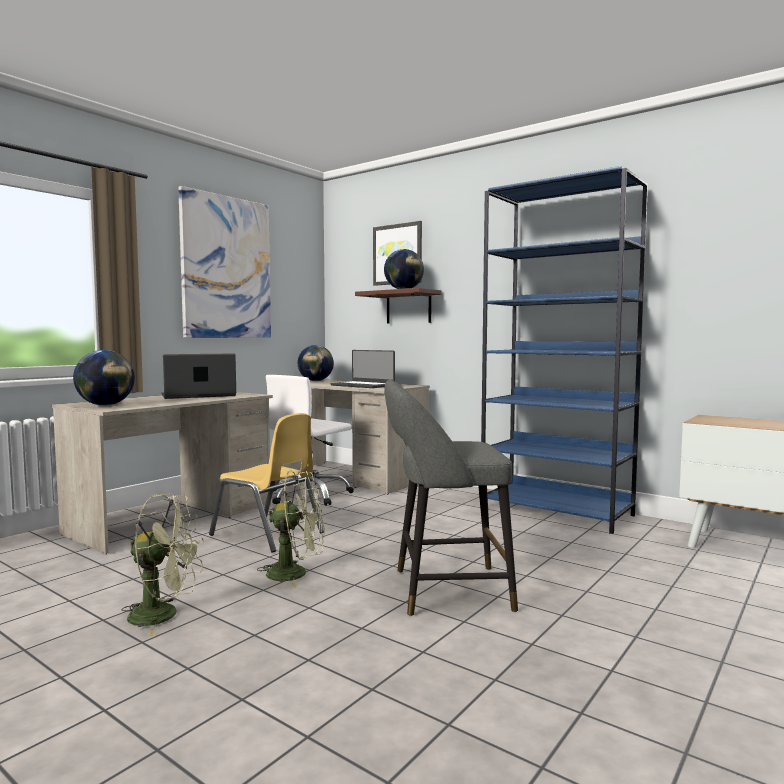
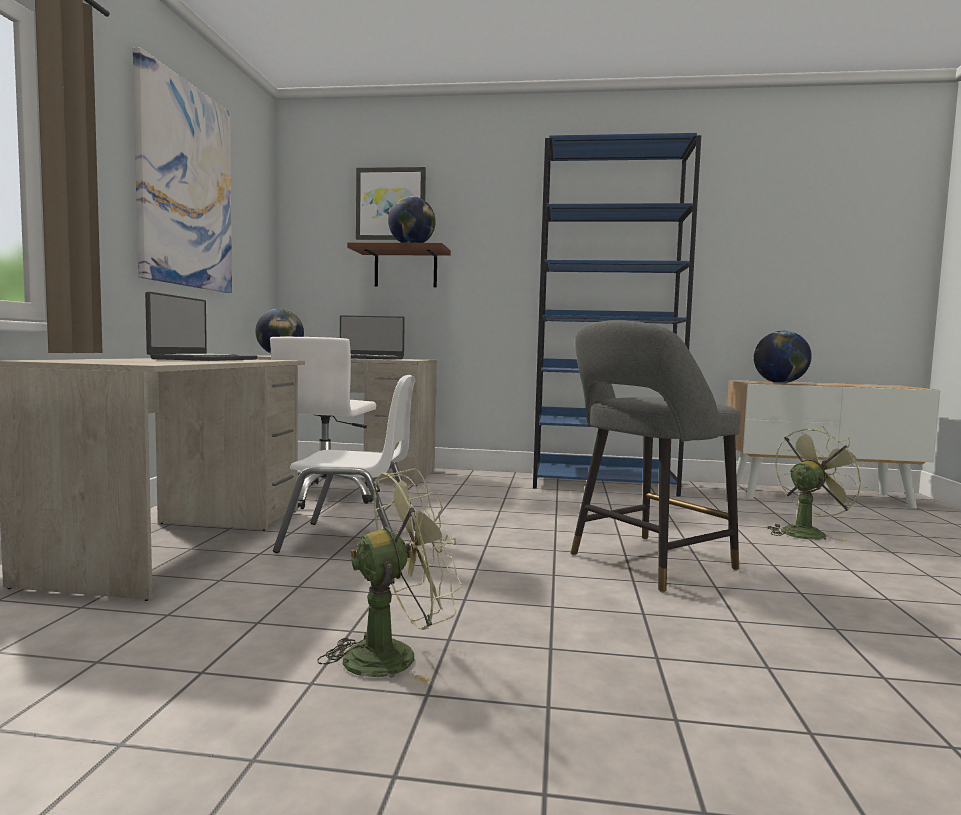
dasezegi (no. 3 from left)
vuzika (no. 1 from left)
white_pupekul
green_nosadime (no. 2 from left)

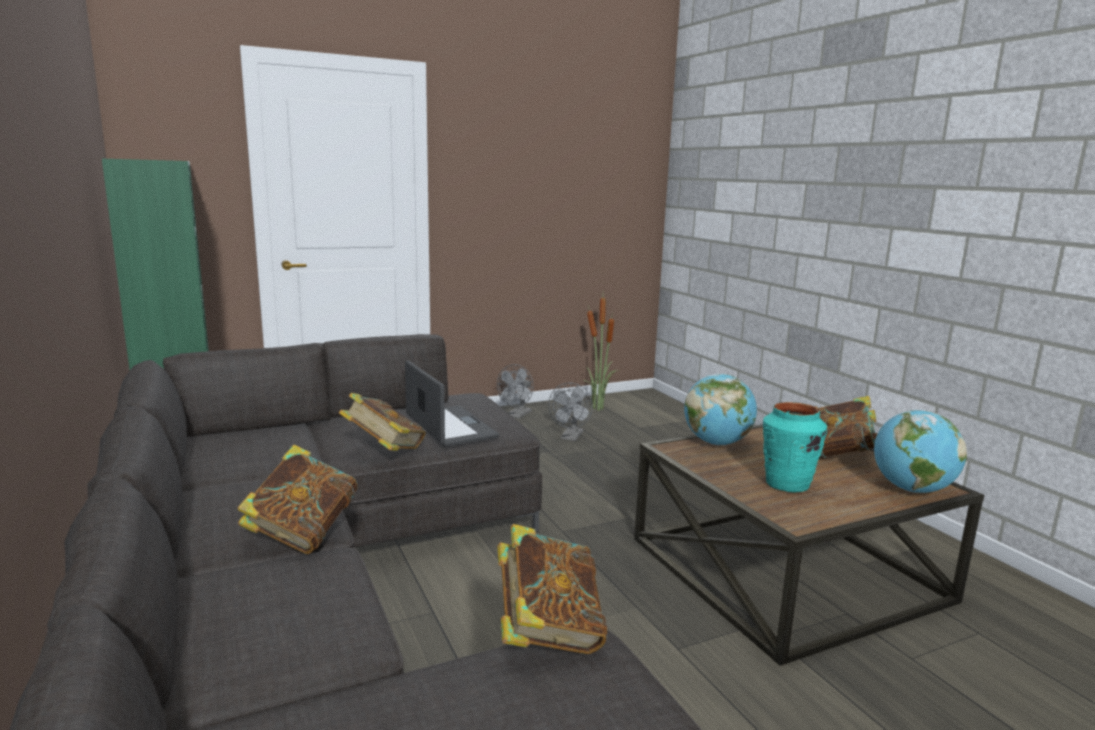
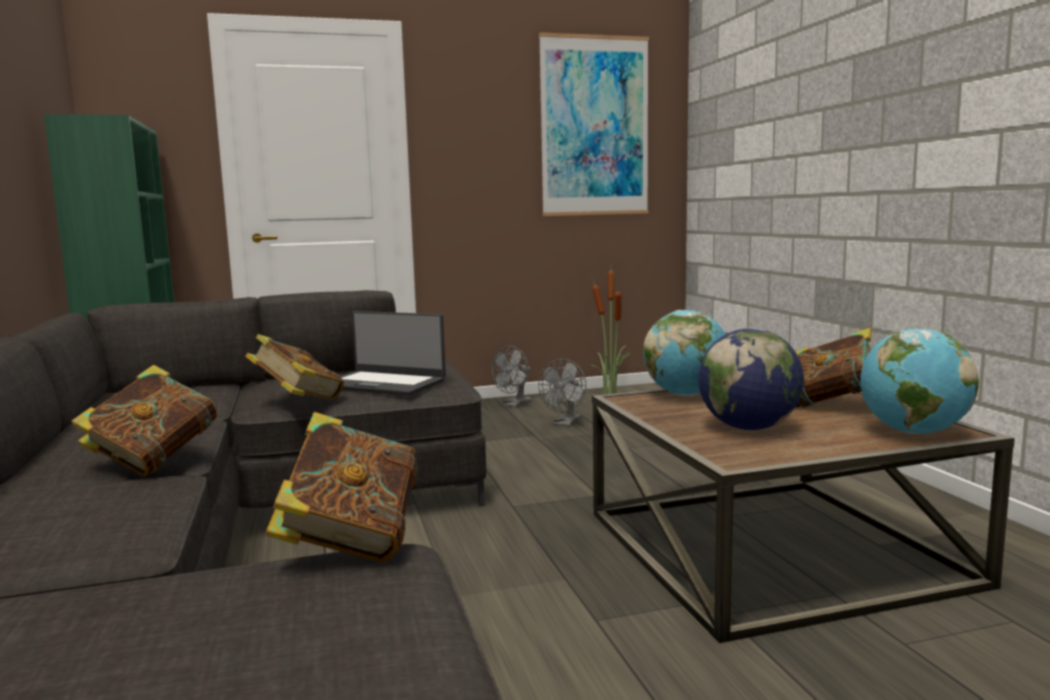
vuzika
dasezegi (no. 2 from left)
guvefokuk

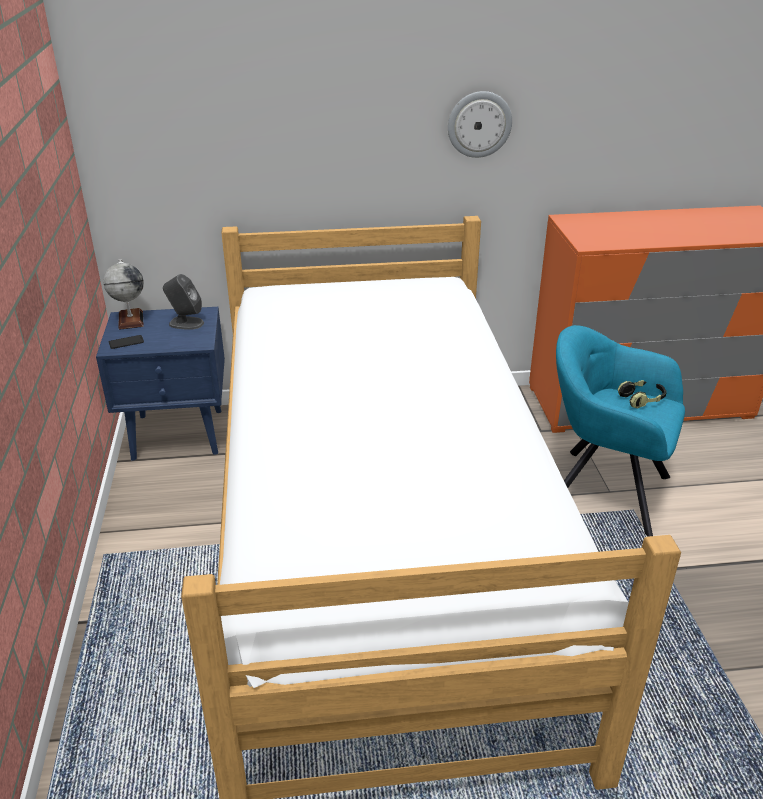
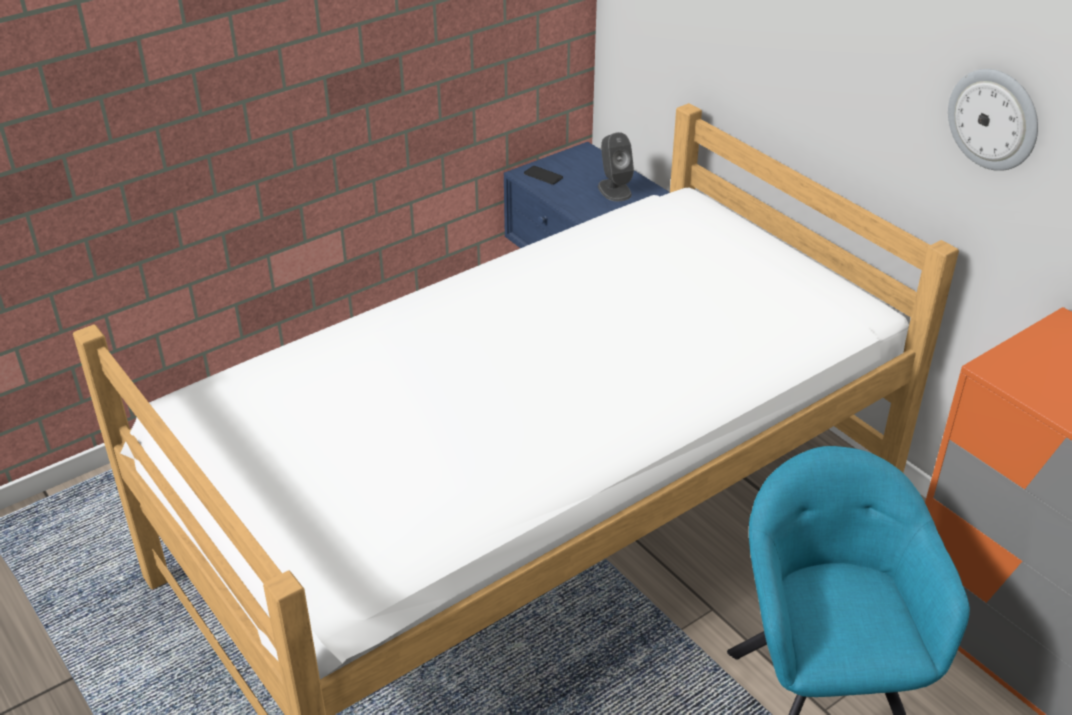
dasezegi
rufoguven

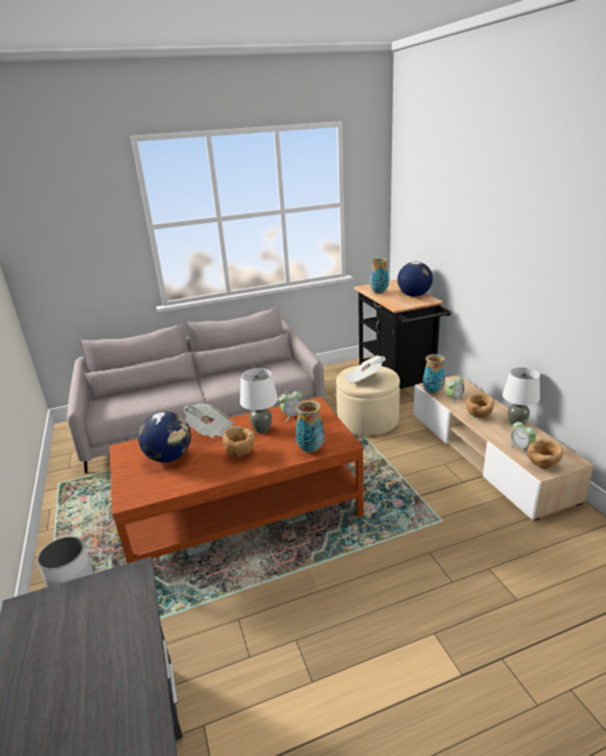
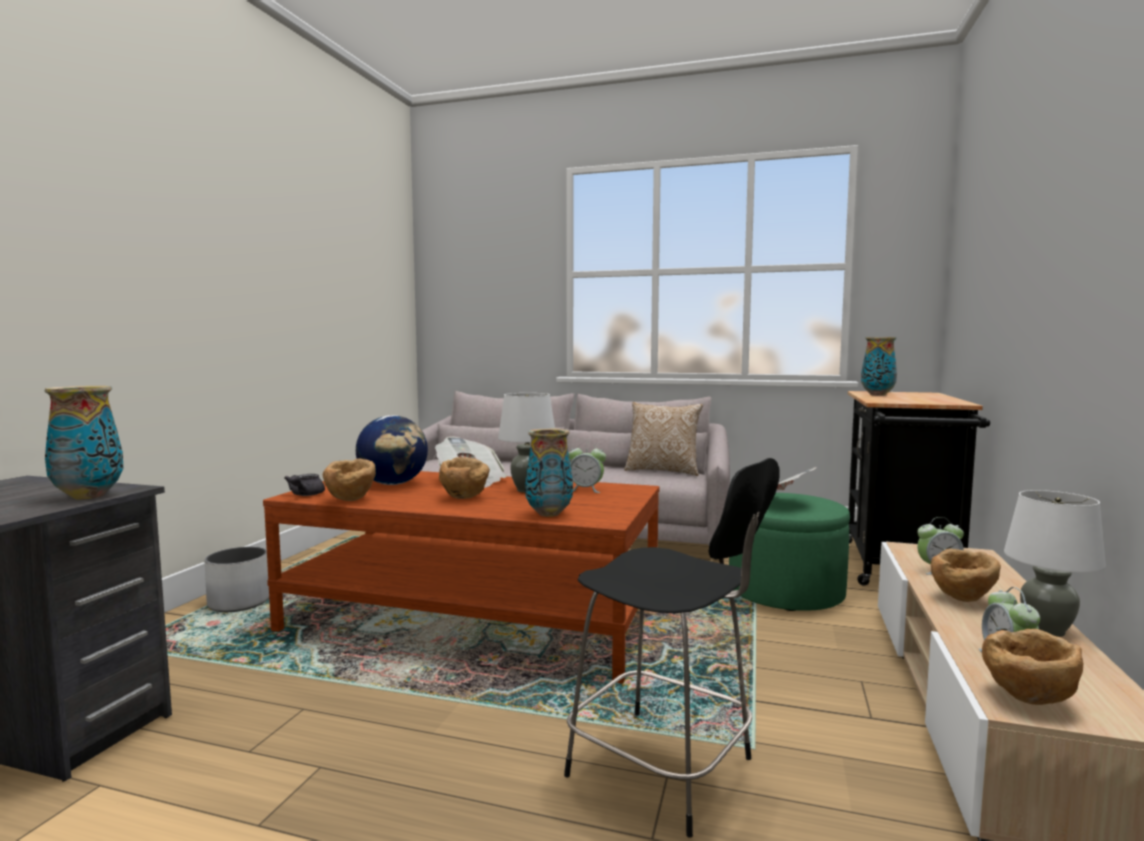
dasezegi (no. 2 from left in the first image)
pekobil (no. 1 from left)
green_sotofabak
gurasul
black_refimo
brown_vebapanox (no. 1 from left)
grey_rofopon

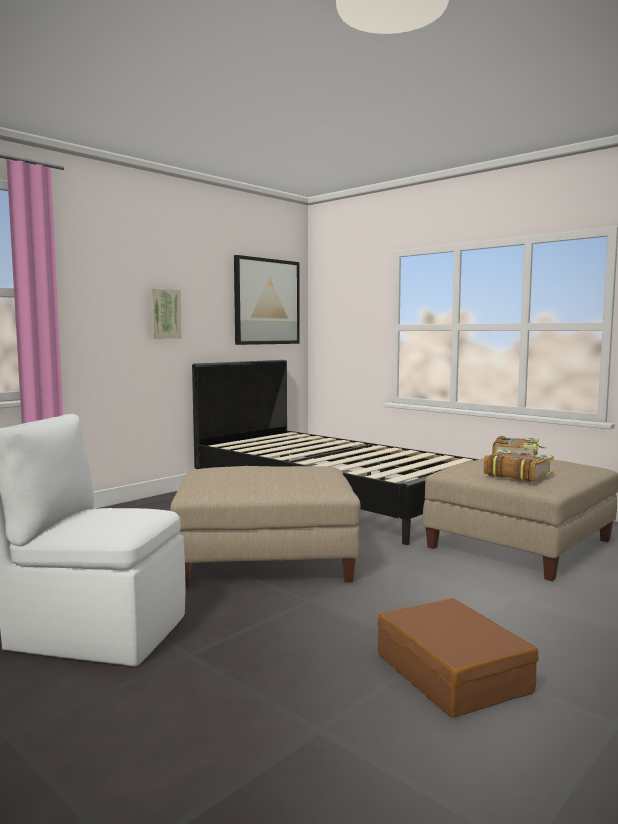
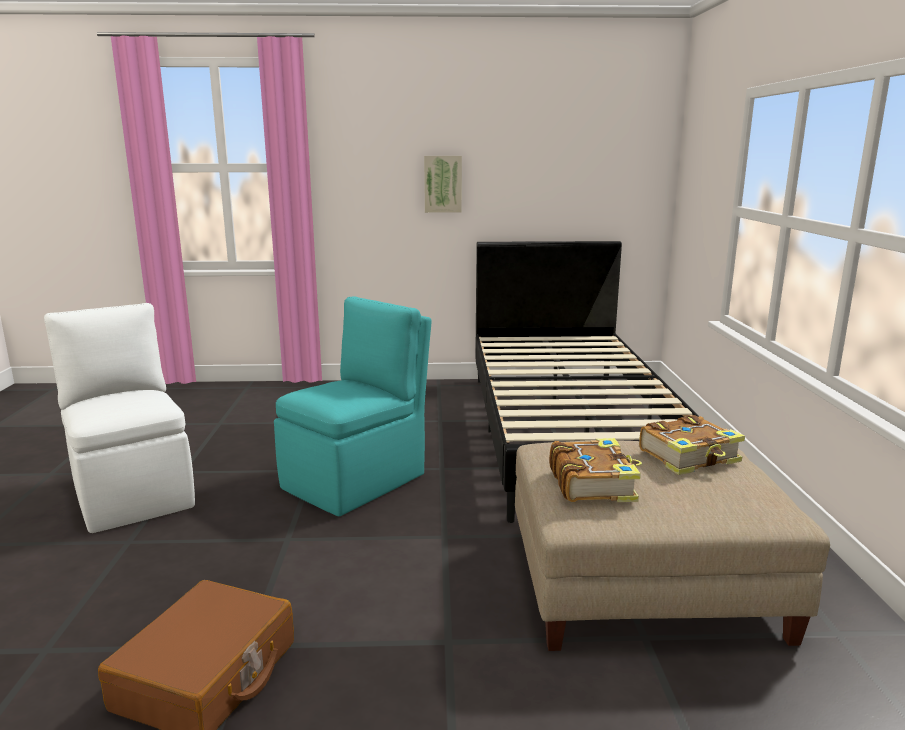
guvefokuk (no. 2 from left in the first image)
turquoise_pupekul

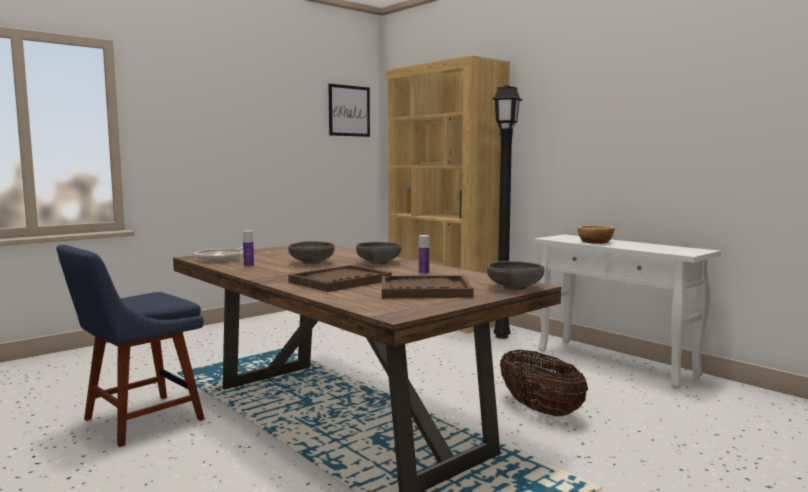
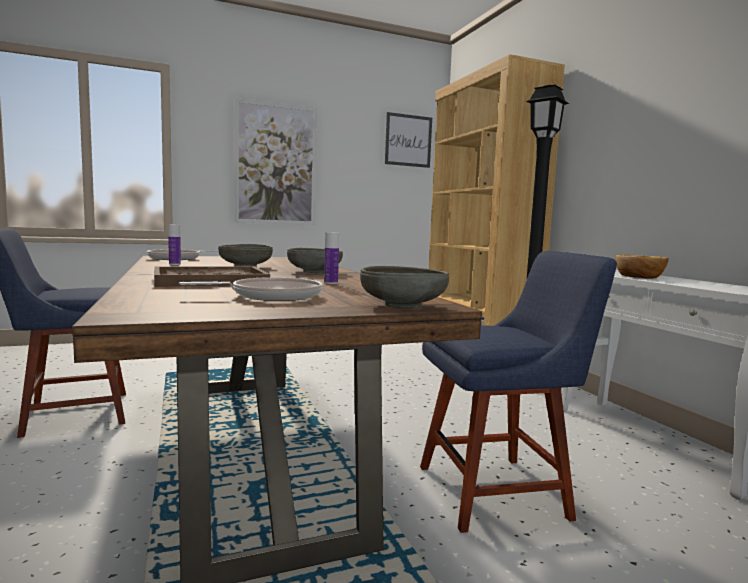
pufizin (no. 2 from left)
blue_pupekul (no. 2 from left)
guvefokuk (no. 1 from left)

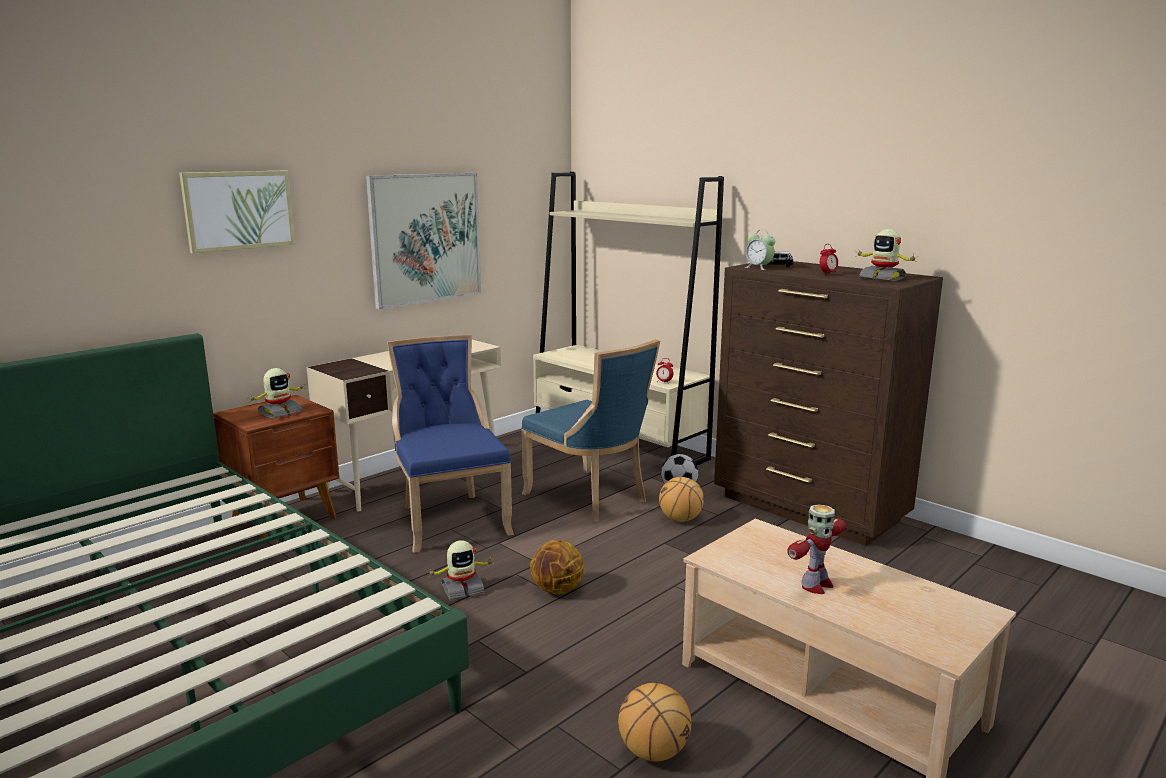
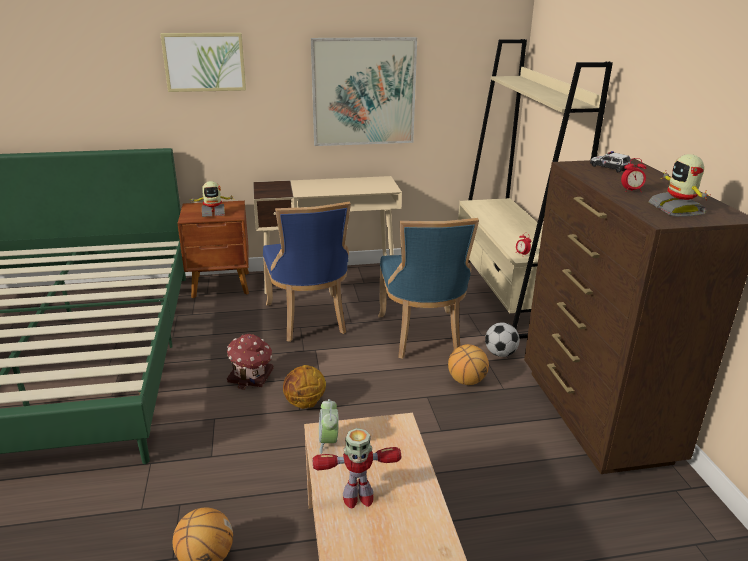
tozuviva (no. 1 from left)
blue_pupekul (no. 1 from left)
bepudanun

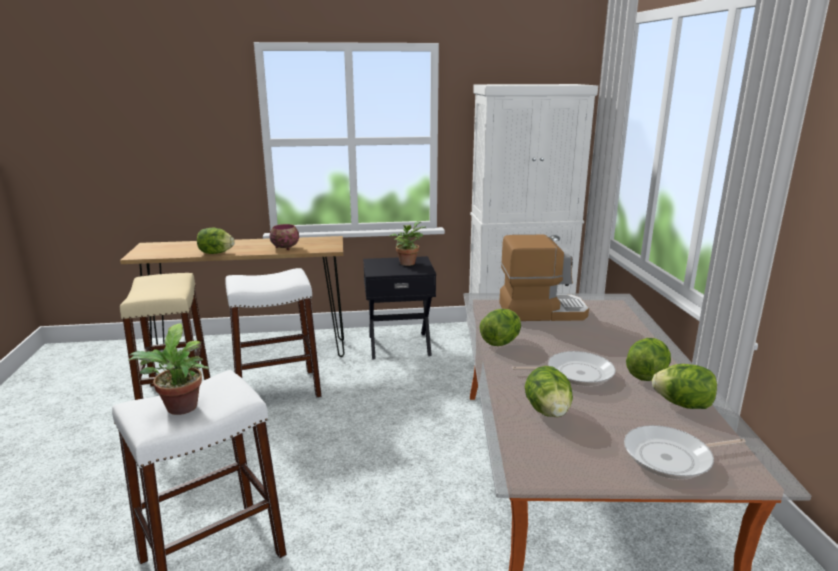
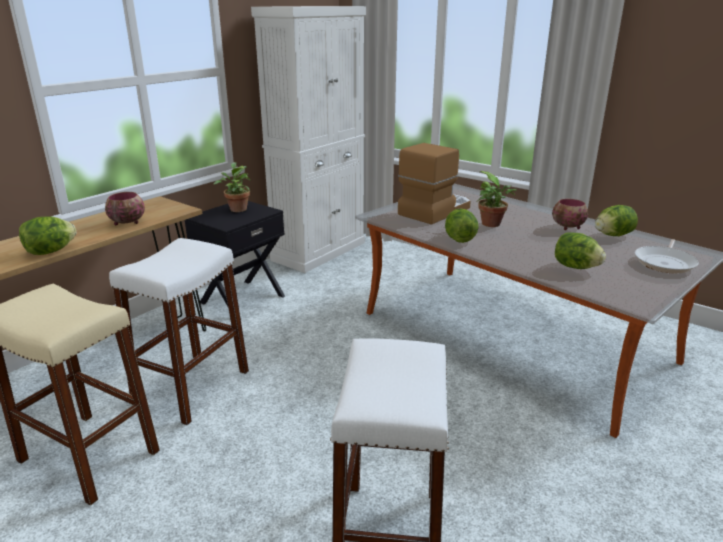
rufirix (no. 2 from left)
vebapanox (no. 2 from left)
pufizin (no. 1 from left in the first image)

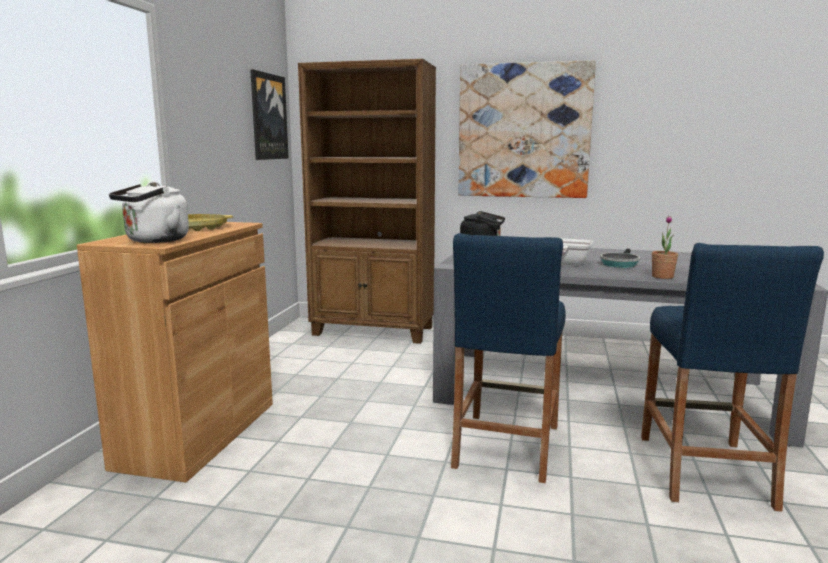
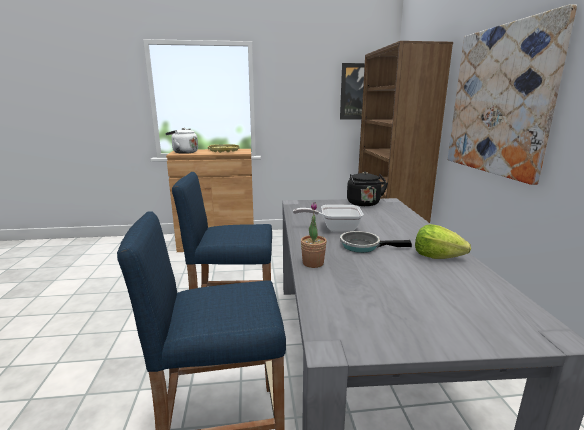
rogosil

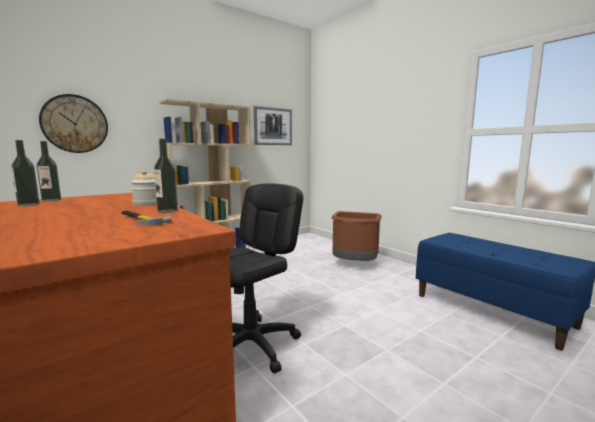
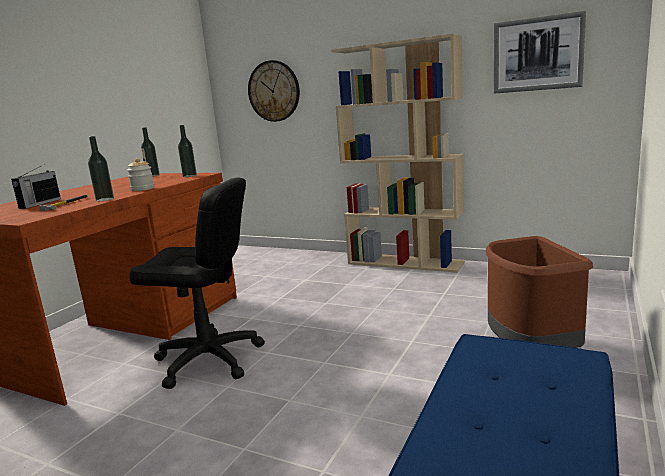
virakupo (no. 3 from left)
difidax

